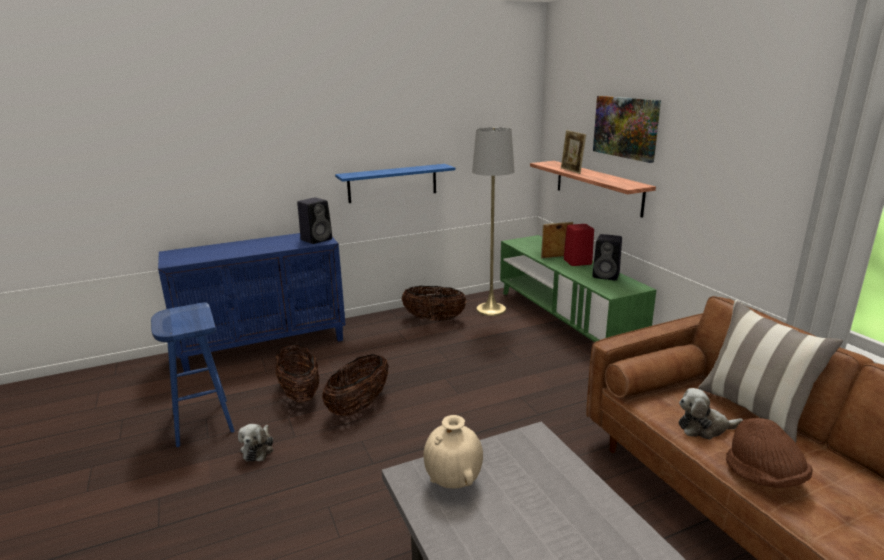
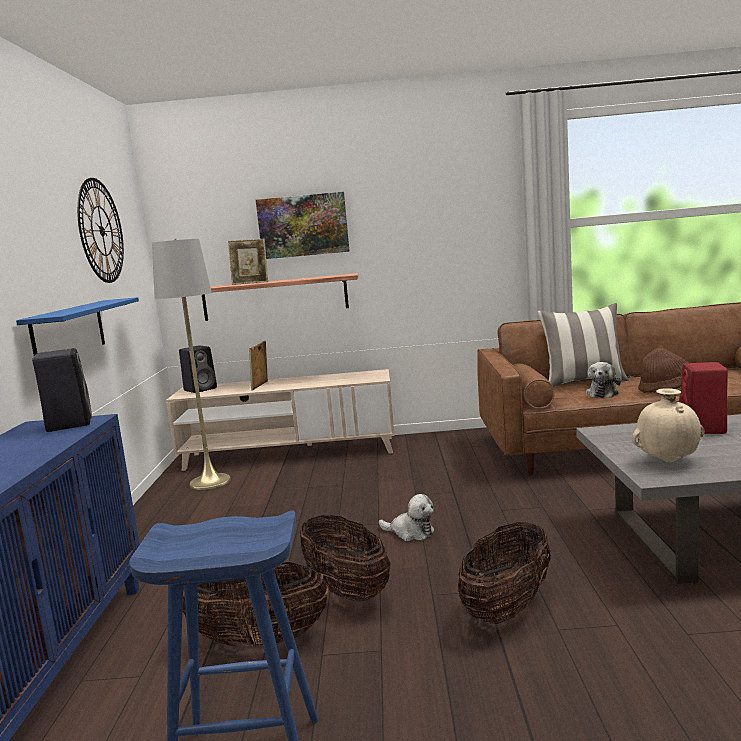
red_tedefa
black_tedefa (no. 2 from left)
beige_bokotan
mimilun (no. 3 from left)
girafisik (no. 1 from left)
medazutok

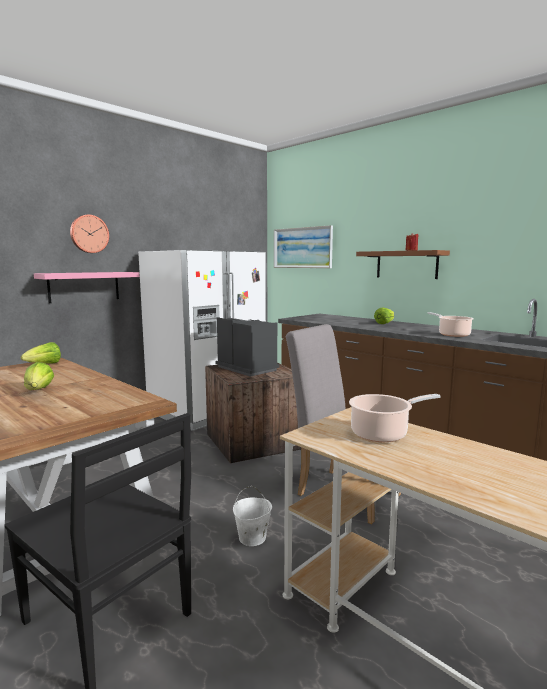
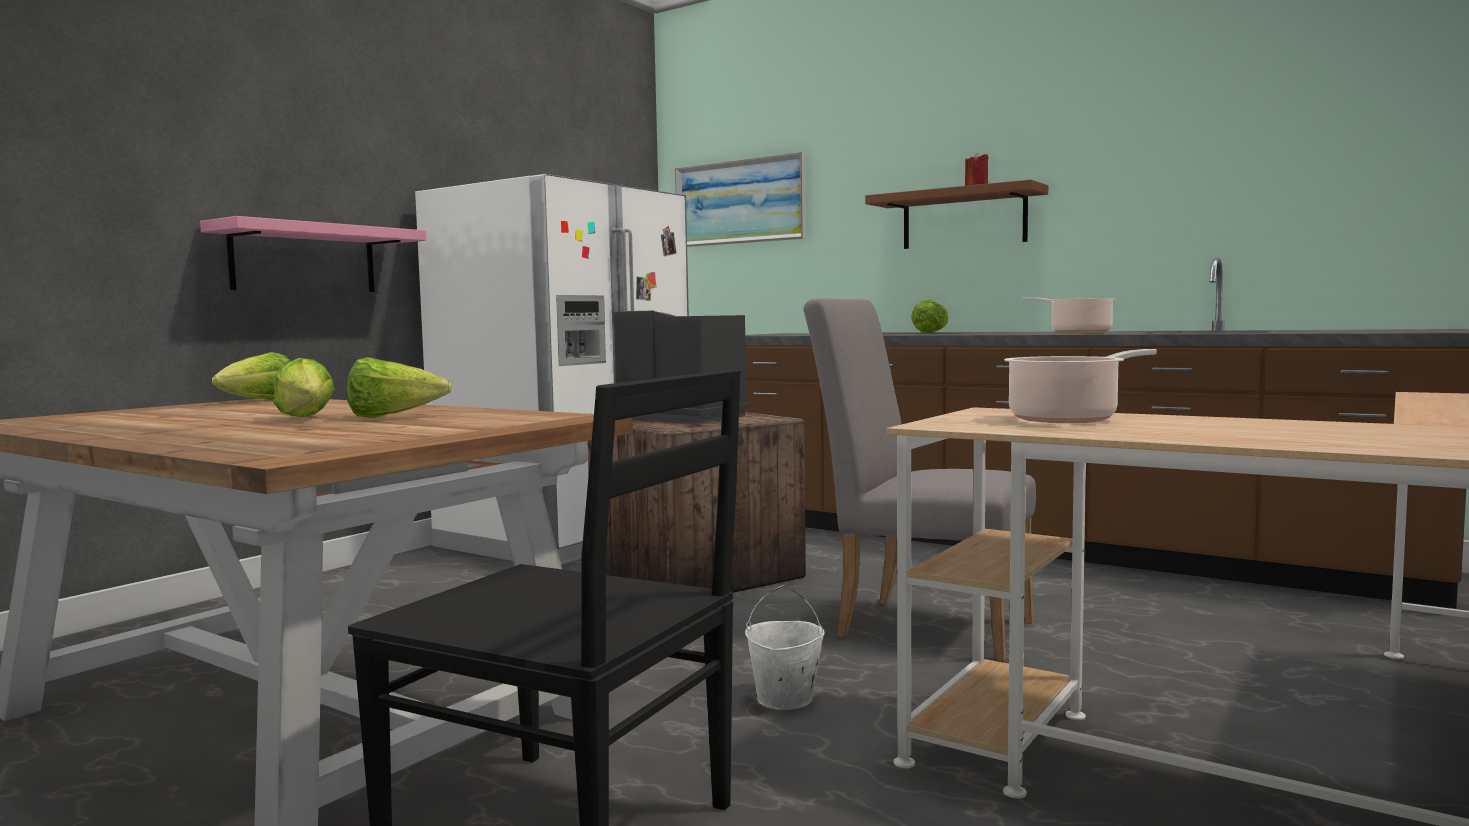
medazutok
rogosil (no. 3 from left)

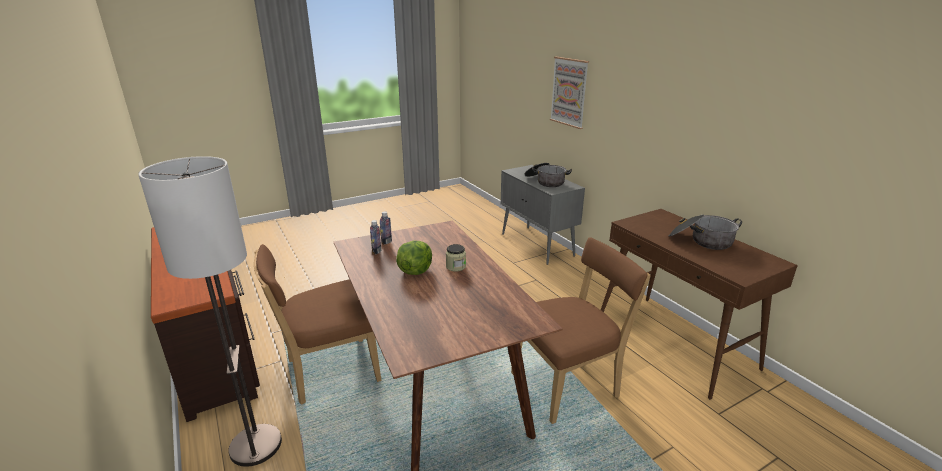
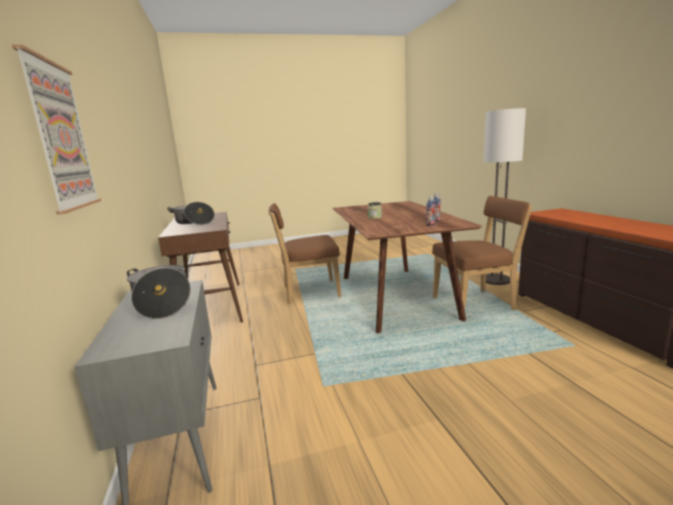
rogosil

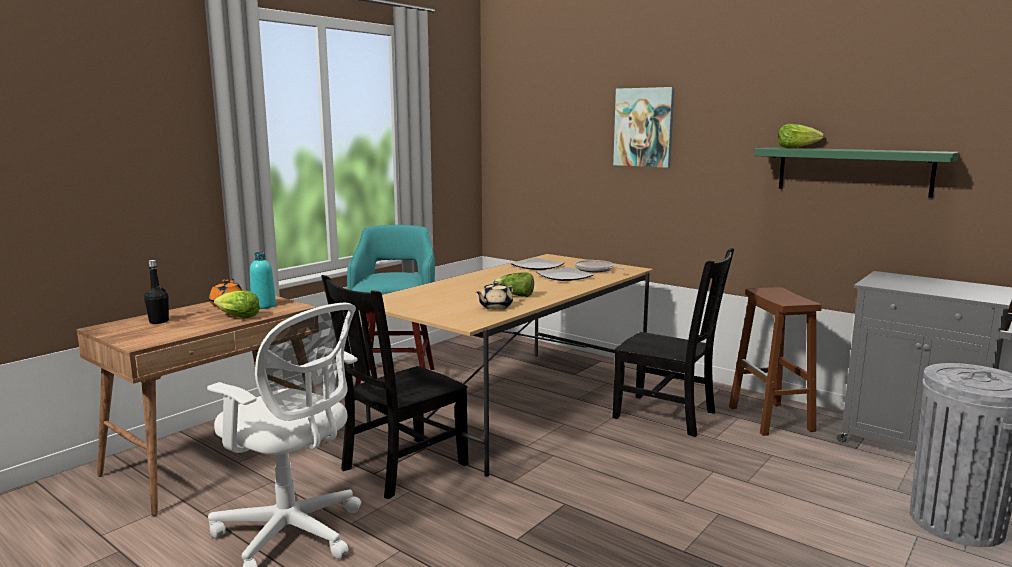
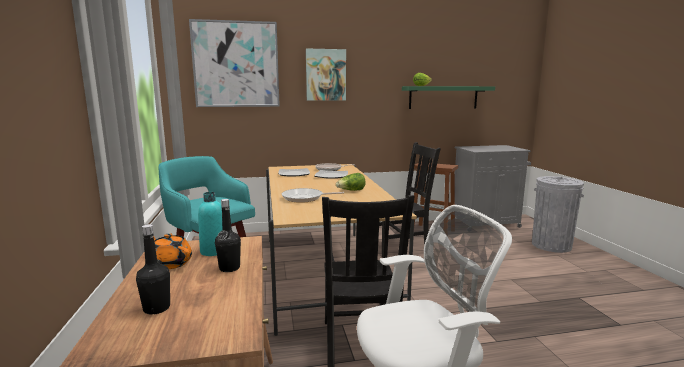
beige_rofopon
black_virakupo (no. 2 from left)
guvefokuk (no. 1 from left)
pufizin (no. 1 from left)

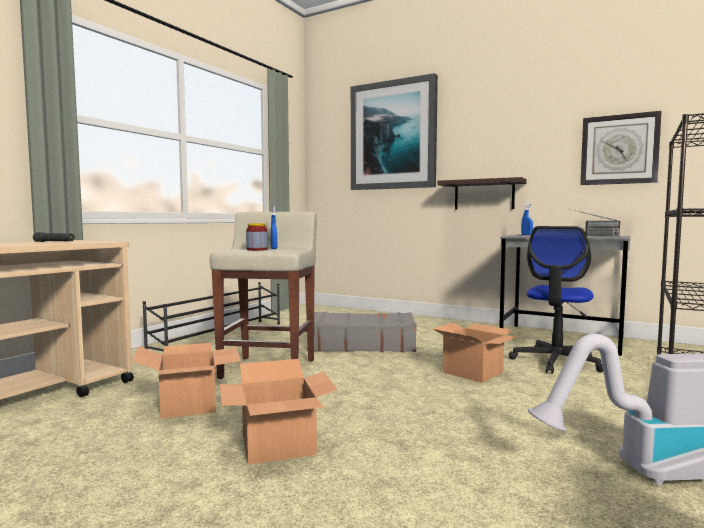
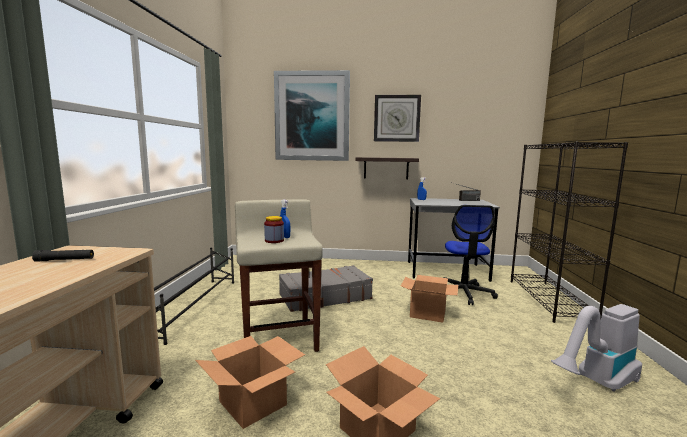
medazutok

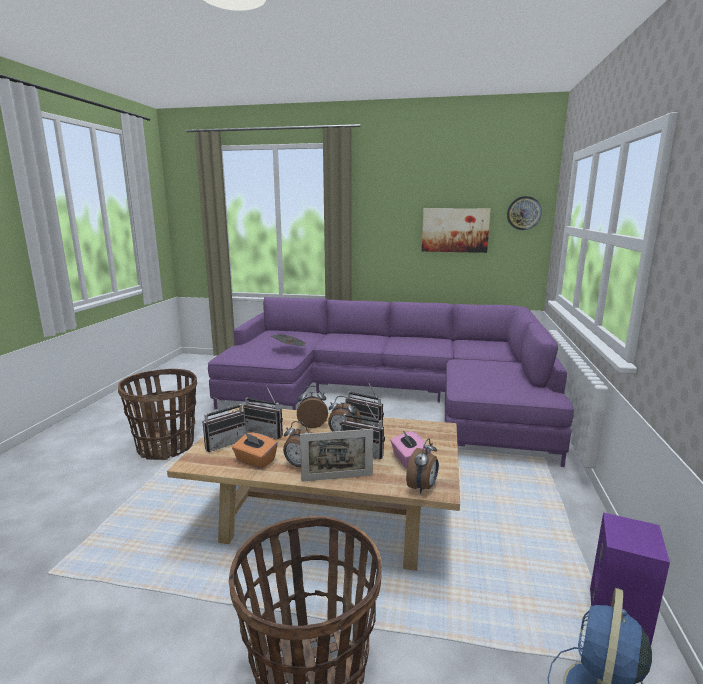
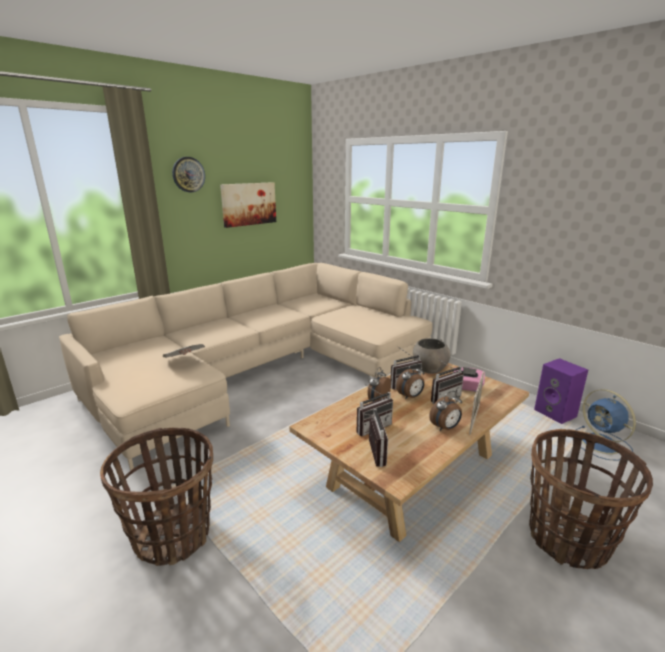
medazutok
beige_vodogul
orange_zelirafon
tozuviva (no. 4 from left in the first image)
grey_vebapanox

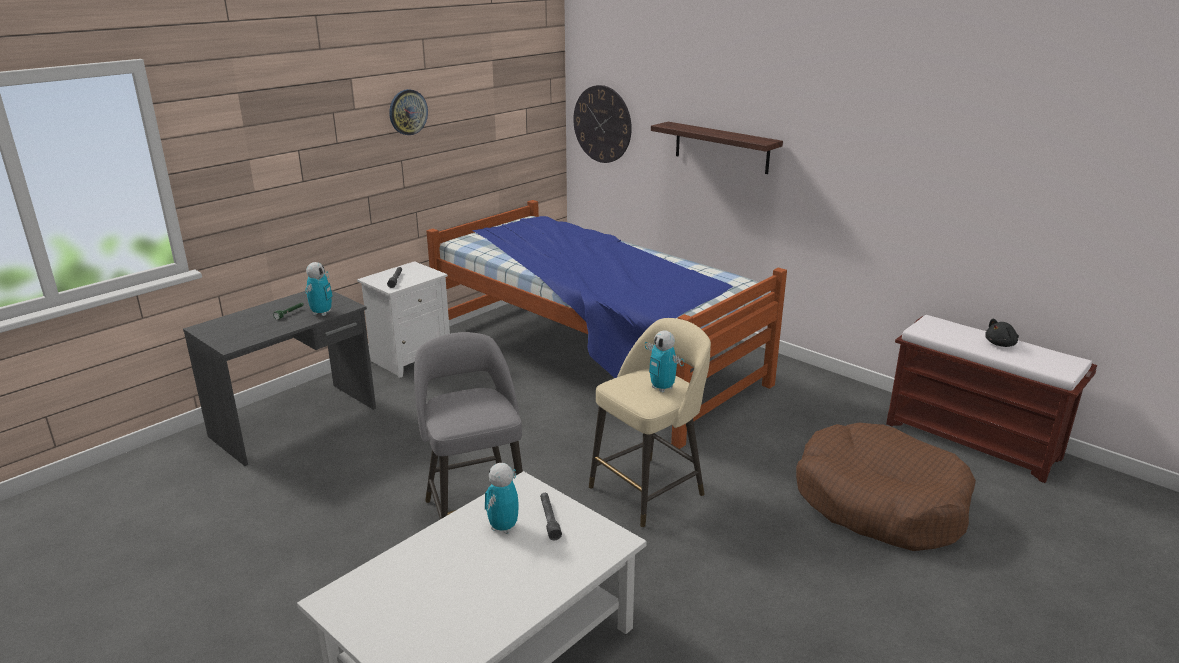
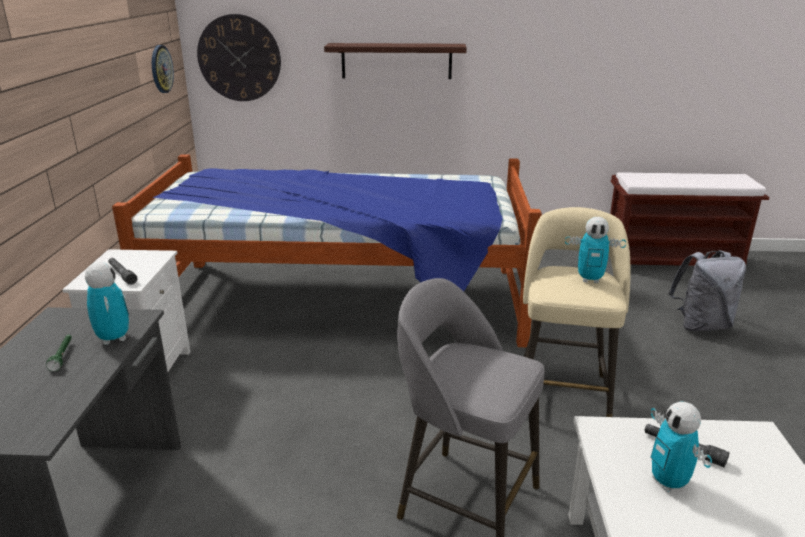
medazutok (no. 1 from left)
black_girafisik
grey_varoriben

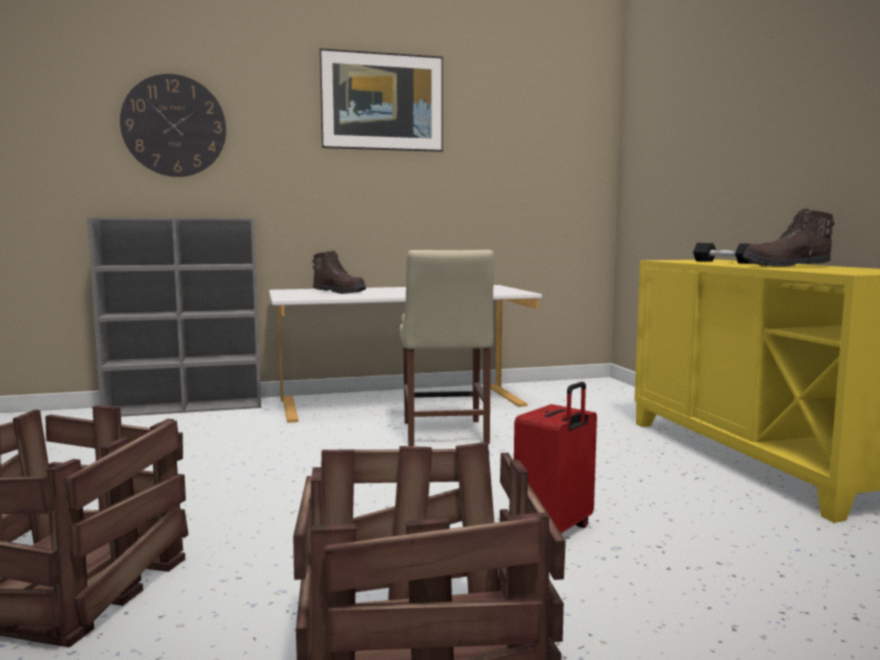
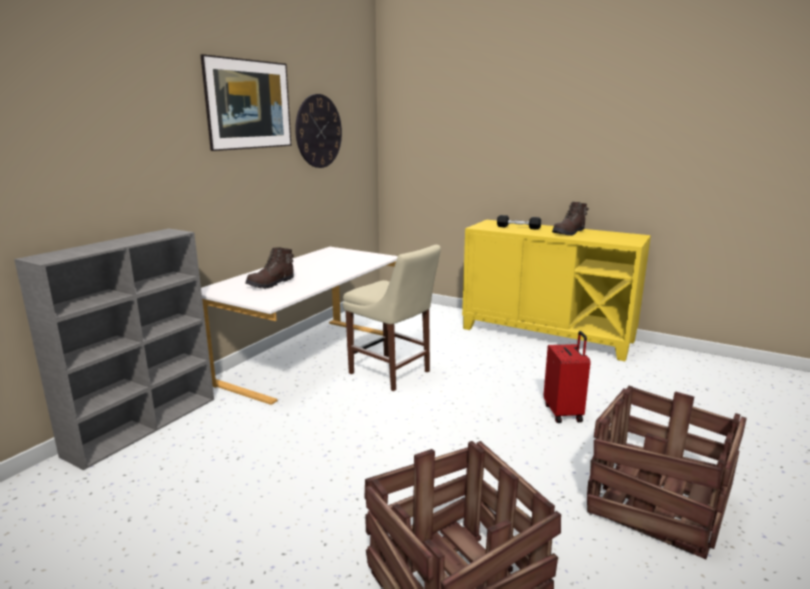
medazutok
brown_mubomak (no. 1 from left)

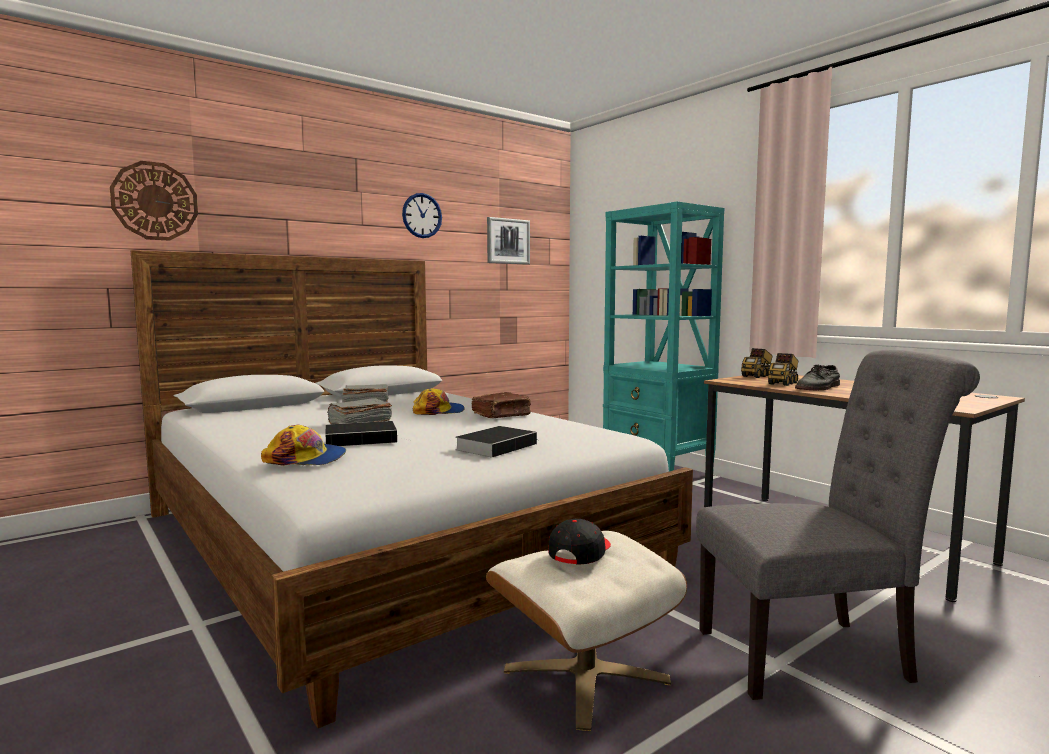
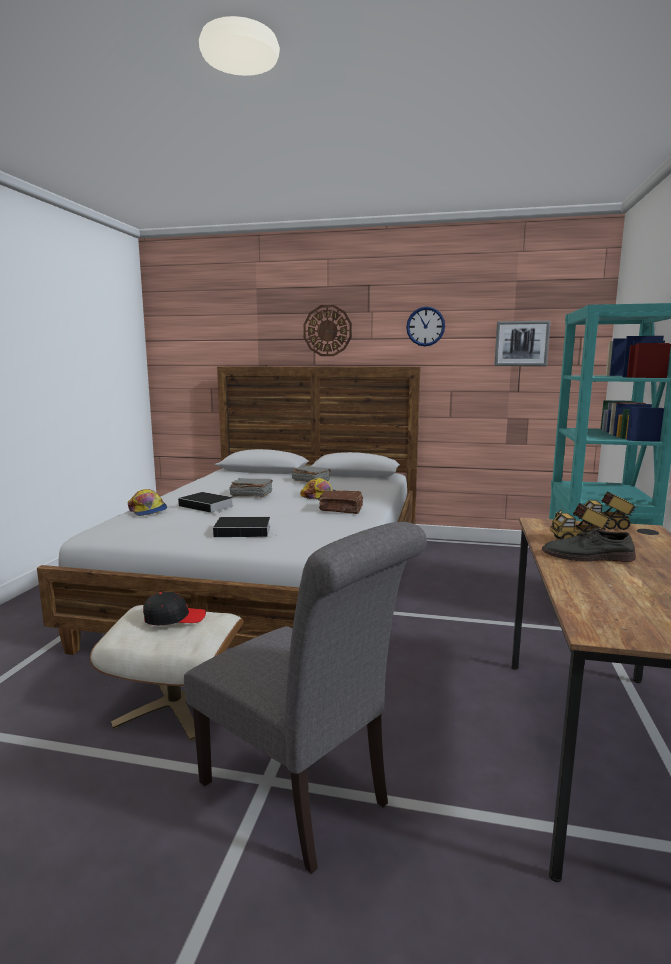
medazutok (no. 1 from left)

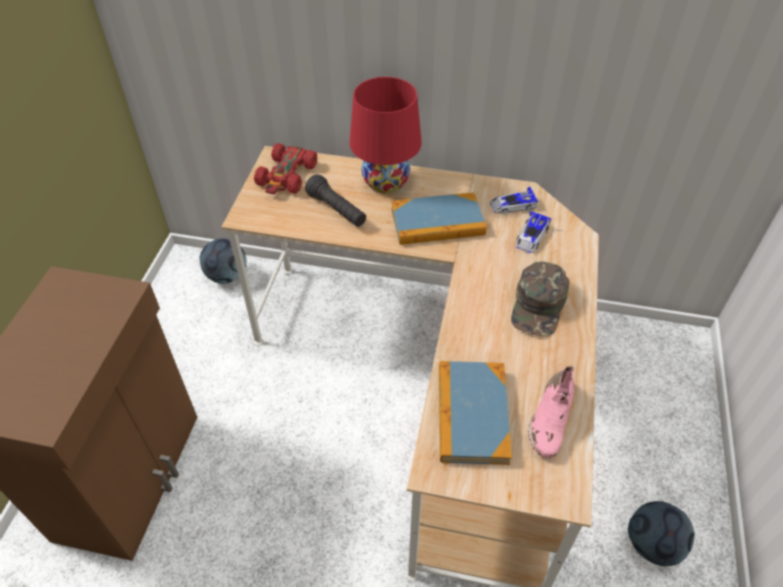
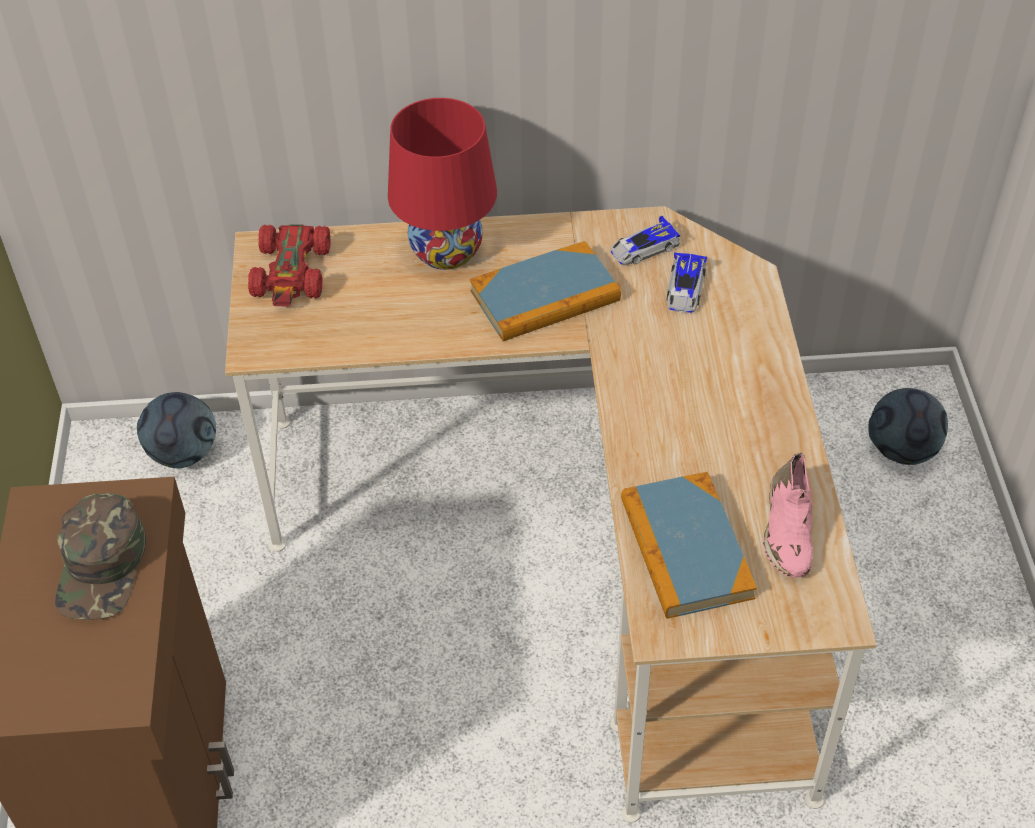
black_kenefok
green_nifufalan
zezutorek (no. 2 from left)

